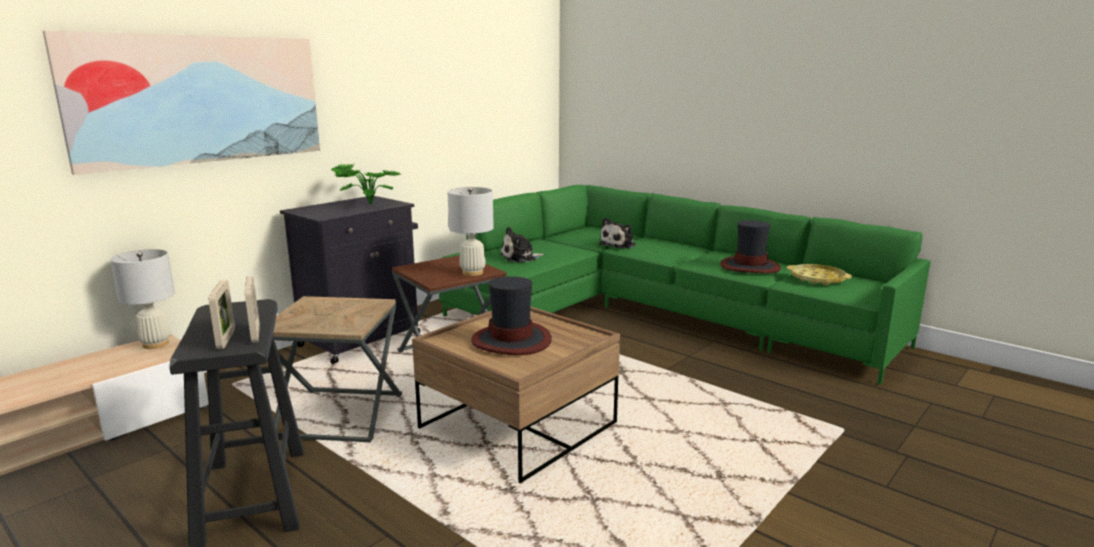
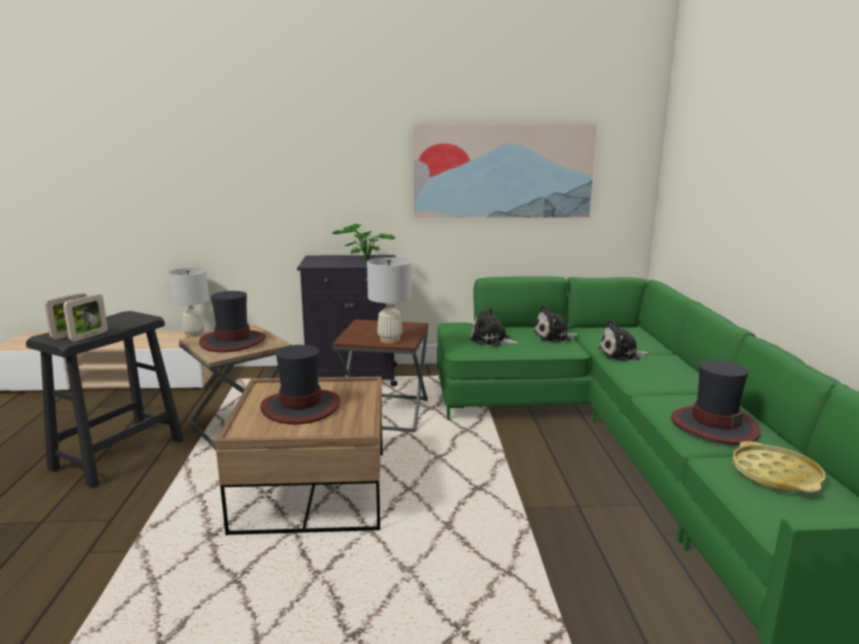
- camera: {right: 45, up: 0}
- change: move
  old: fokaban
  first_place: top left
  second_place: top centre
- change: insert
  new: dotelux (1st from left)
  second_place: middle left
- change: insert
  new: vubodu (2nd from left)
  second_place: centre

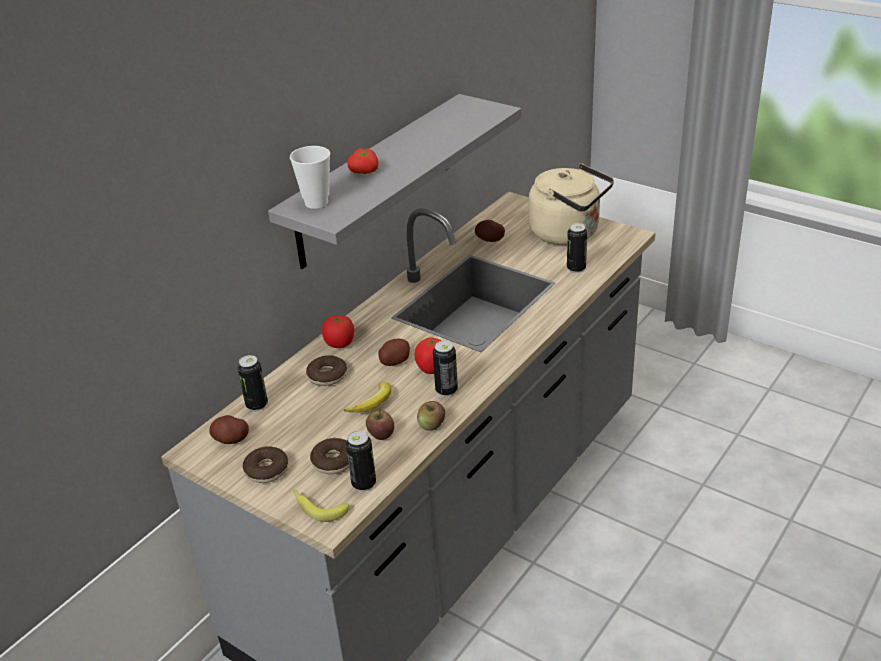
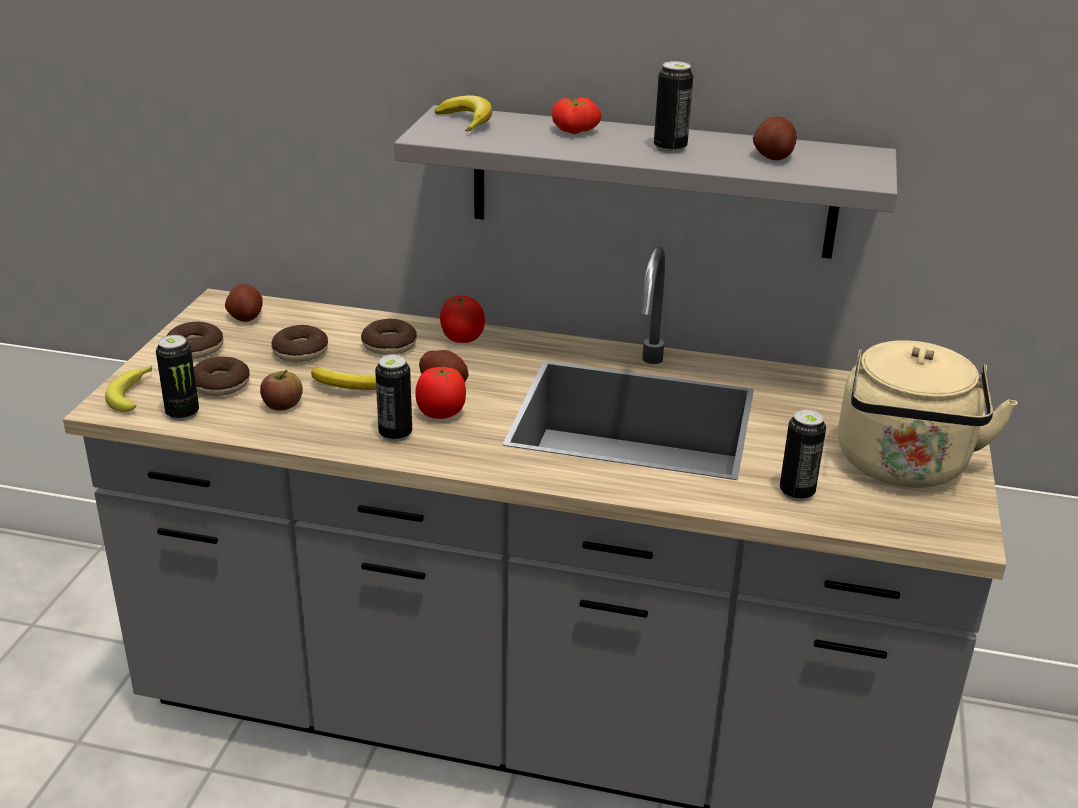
- camera: {right: 65, up: -5}
- change: replace
  old: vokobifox
  new: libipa (3rd from left)
  first_place: top centre
  second_place: top centre
- change: move
  old: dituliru (3rd from left)
  first_place: centre
  second_place: top right
- change: move
  old: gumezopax (1st from left in the first image)
  new: gumezopax (3rd from left)
  first_place: middle left
  second_place: top centre
- change: delete
  old: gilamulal (2nd from left)
  first_place: centre
- change: insert
  new: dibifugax (3rd from left)
  second_place: middle left

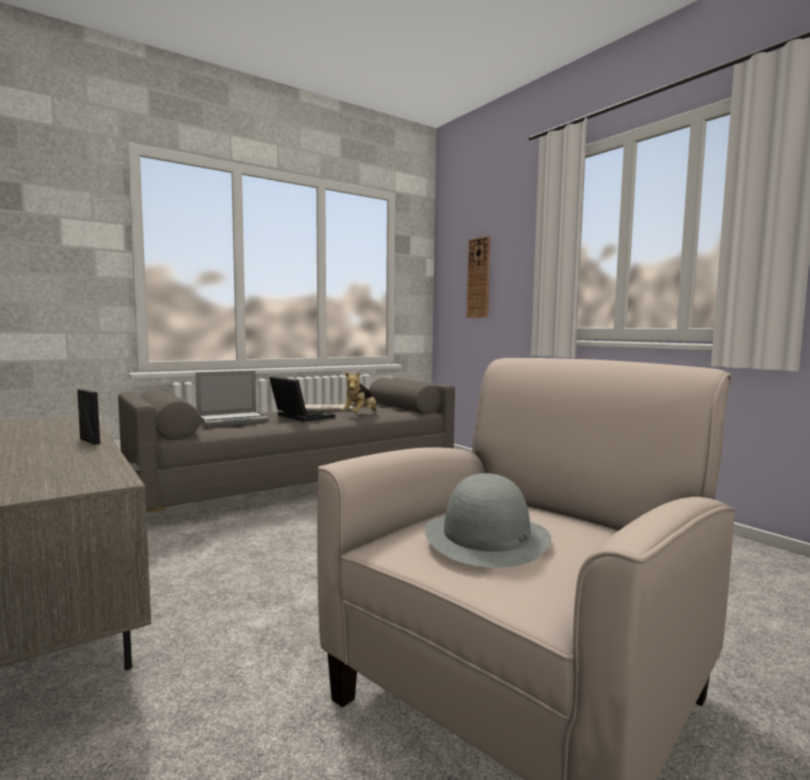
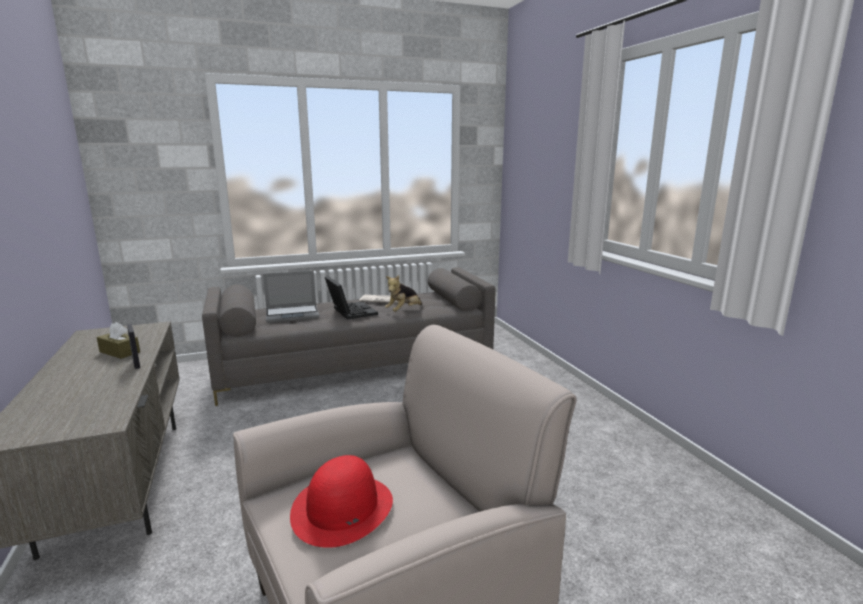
- camera: {right: 15, up: 10}
- change: delete
  old: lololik
  first_place: centre
- change: recolor
  old: grey dotelux
  new: red dotelux
  first_place: bottom centre
  second_place: bottom centre
- change: insert
  new: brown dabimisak
  second_place: middle left

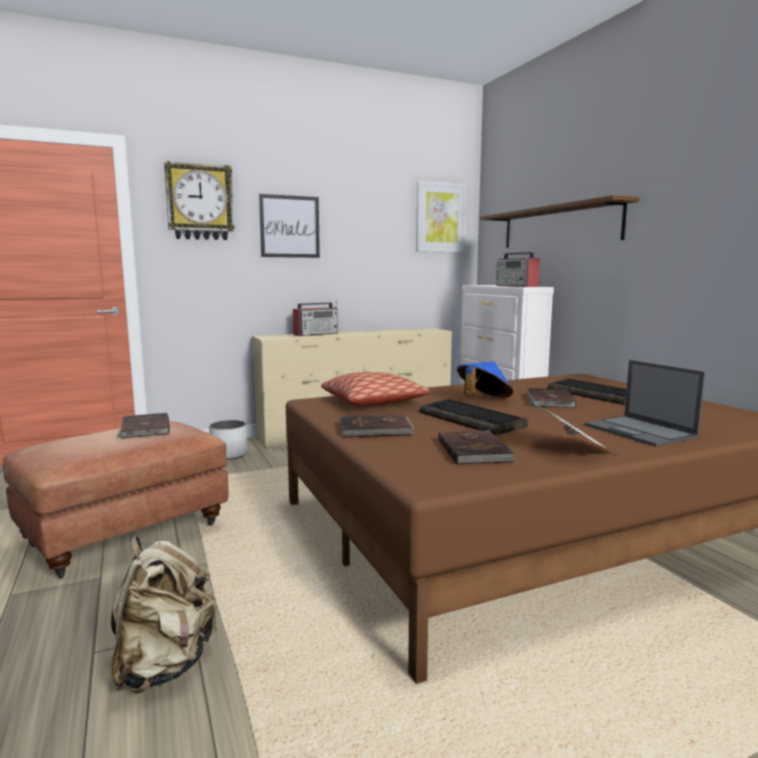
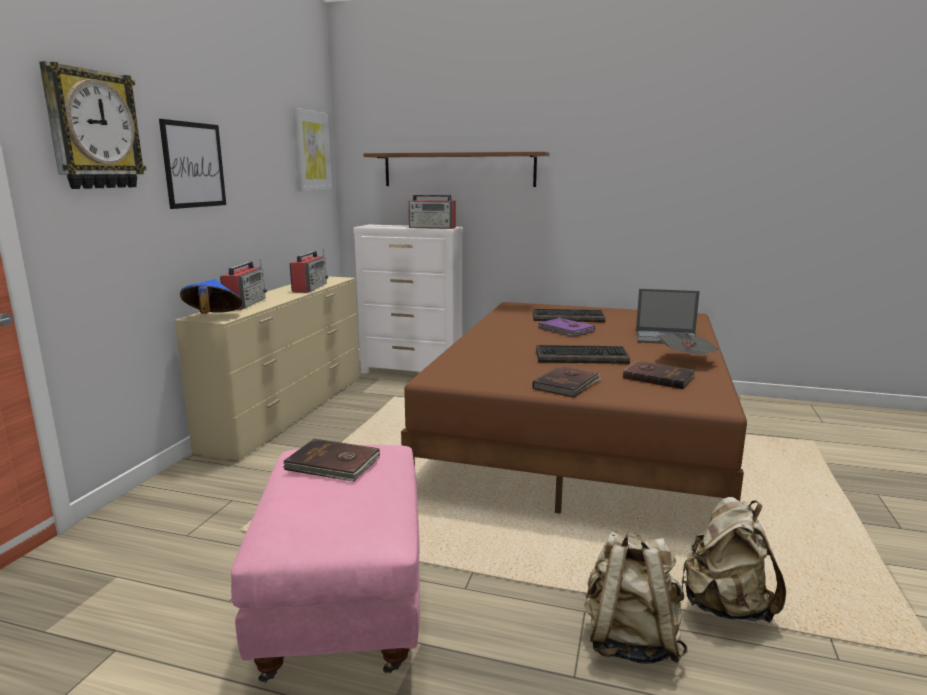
- camera: {right: -50, up: 5}
- change: move
  old: blue dotelux
  first_place: centre
  second_place: middle left
- change: delete
  old: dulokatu
  first_place: centre
- change: recolor
  old: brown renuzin (4th from left)
  new: purple renuzin
  first_place: middle right
  second_place: centre
- change: delete
  old: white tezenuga
  first_place: middle left
- change: recolor
  old: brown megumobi
  new: pink megumobi
  first_place: middle left
  second_place: bottom centre
- change: insert
  new: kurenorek (2nd from left)
  second_place: centre
- change: insert
  new: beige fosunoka (2nd from left)
  second_place: bottom right

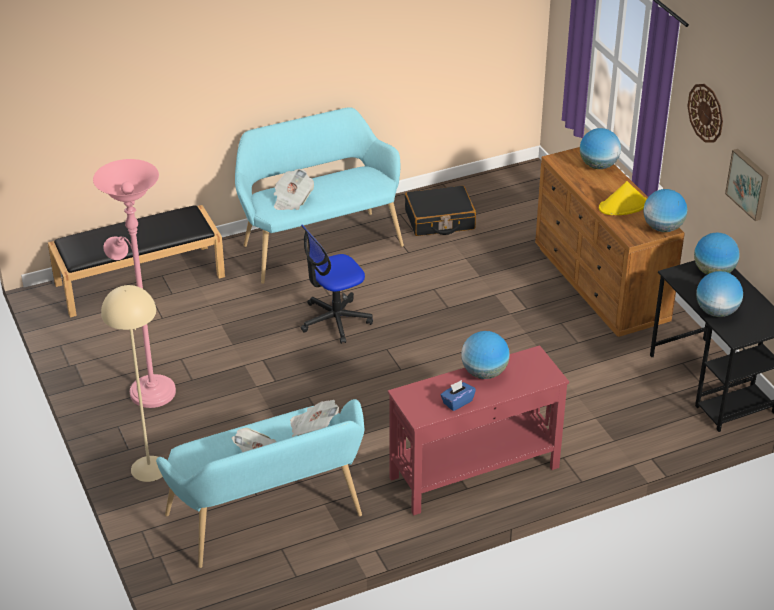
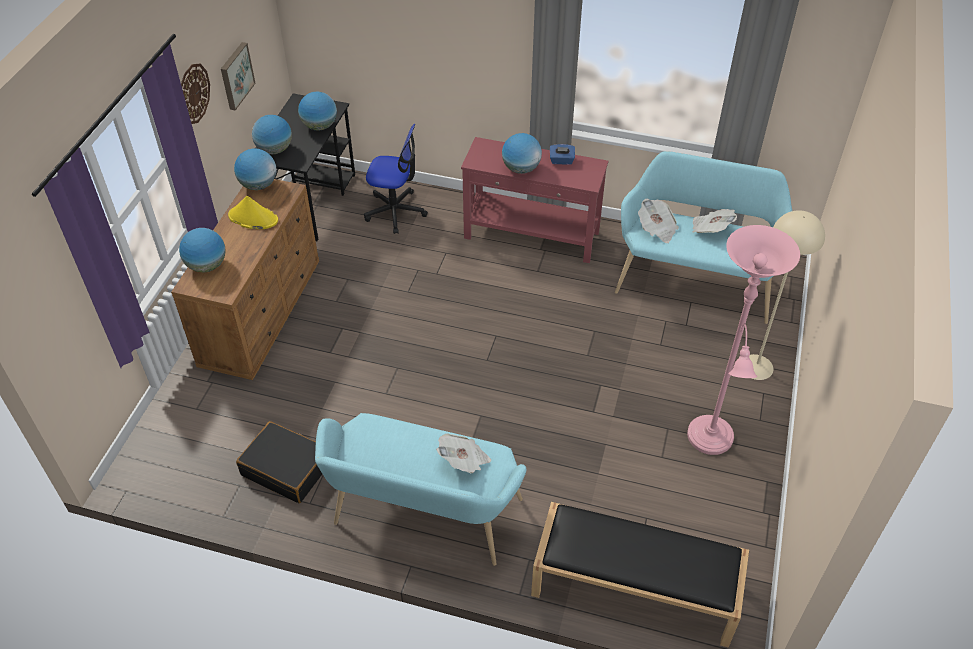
- camera: {right: -140, up: 10}
- change: move
  old: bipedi
  first_place: centre
  second_place: top centre

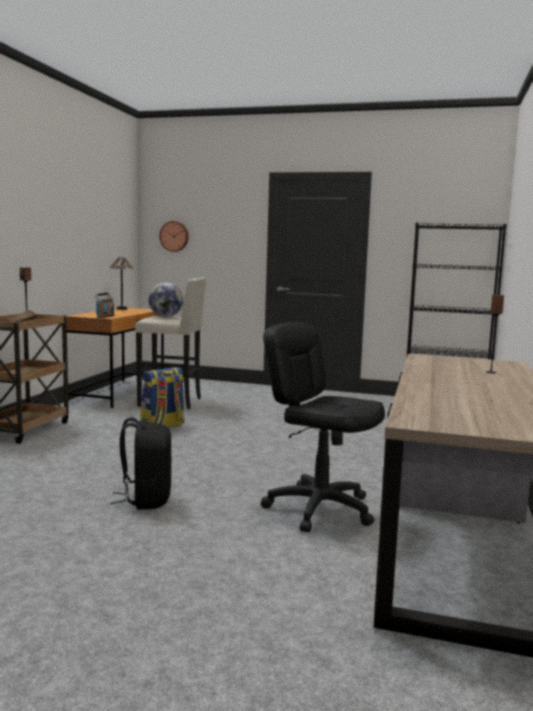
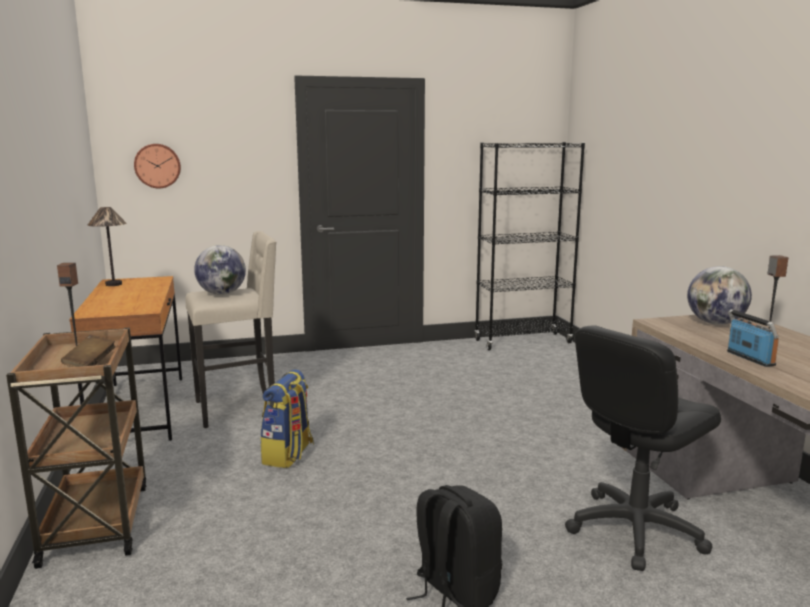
- camera: {right: -30, up: 5}
- change: move
  old: kurenorek
  first_place: middle left
  second_place: middle right
- change: rotate
  old: black bipedi
  first_place: centre
  second_place: bottom right
  degrees: -45
- change: insert
  new: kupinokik (2nd from left)
  second_place: middle right

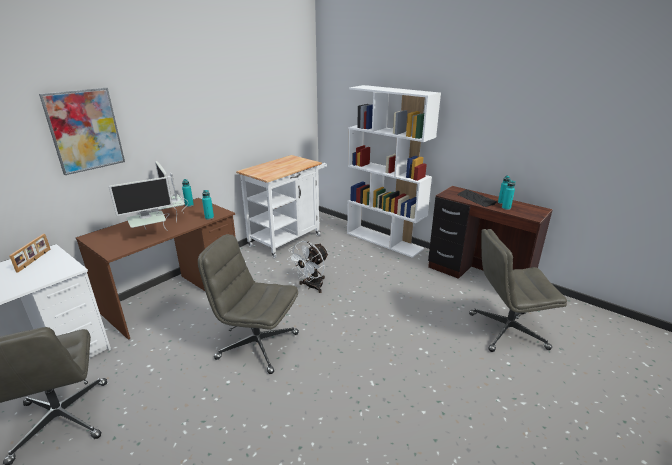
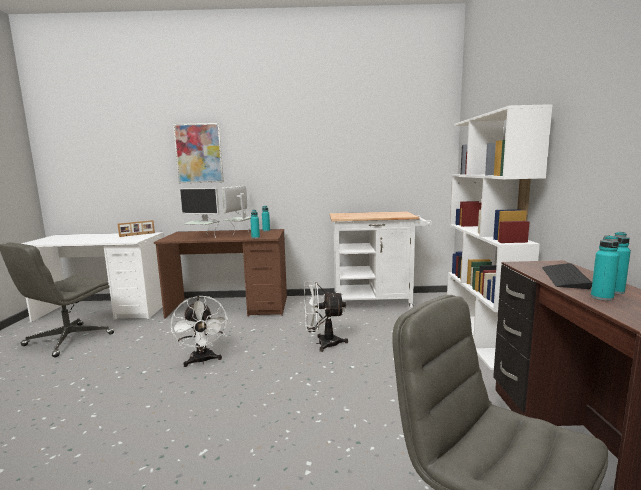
- camera: {right: 50, up: -15}
- change: replace
  old: grey bipedi (2nd from left)
  new: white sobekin (1st from left)
  first_place: centre
  second_place: bottom left

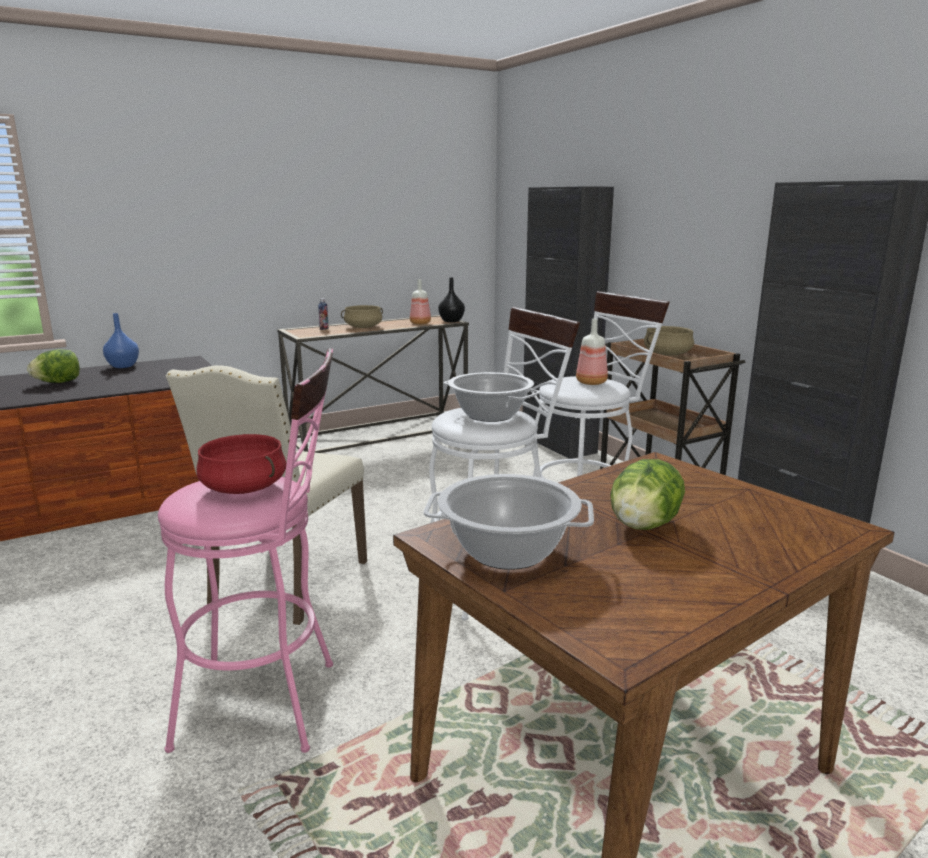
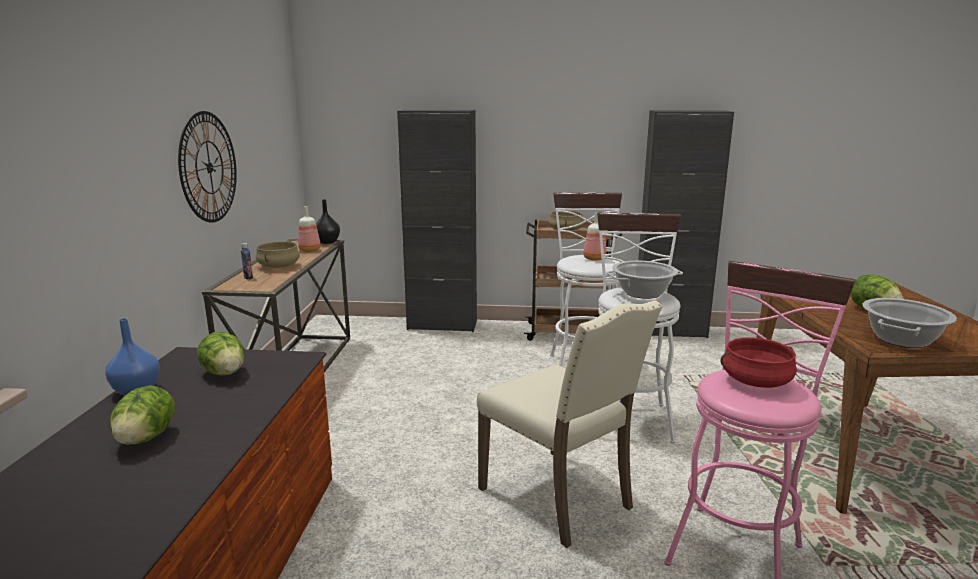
- camera: {right: -55, up: 0}
- change: insert
  new: lololik
  second_place: top left
- change: insert
  new: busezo (2nd from left)
  second_place: middle left

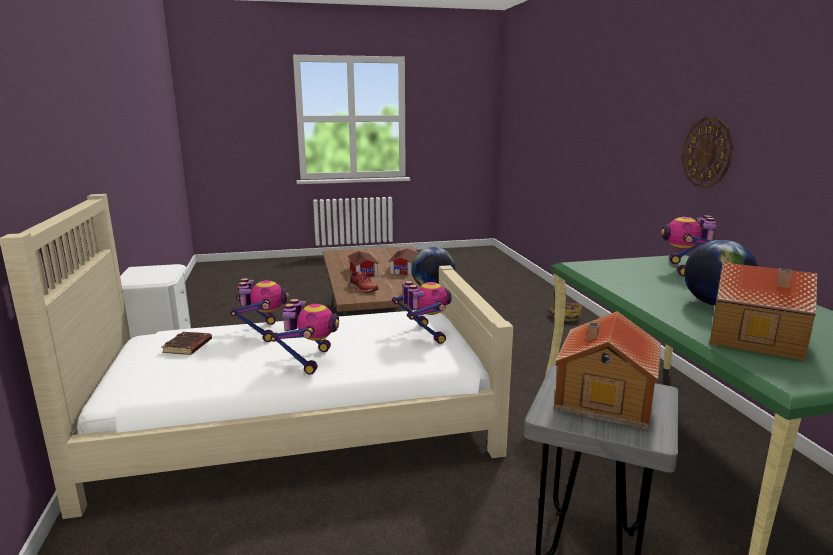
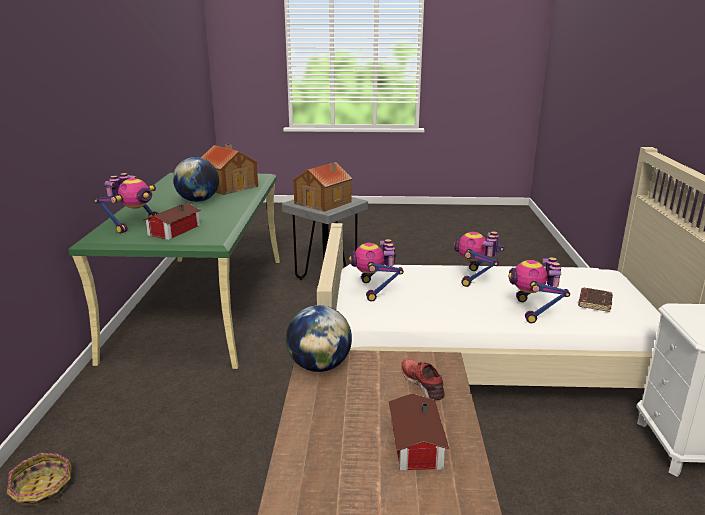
- camera: {right: -165, up: 5}
- change: delete
  old: lololik
  first_place: top right
- change: move
  old: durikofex (2nd from left in the first image)
  new: durikofex (1st from left)
  first_place: centre
  second_place: middle left

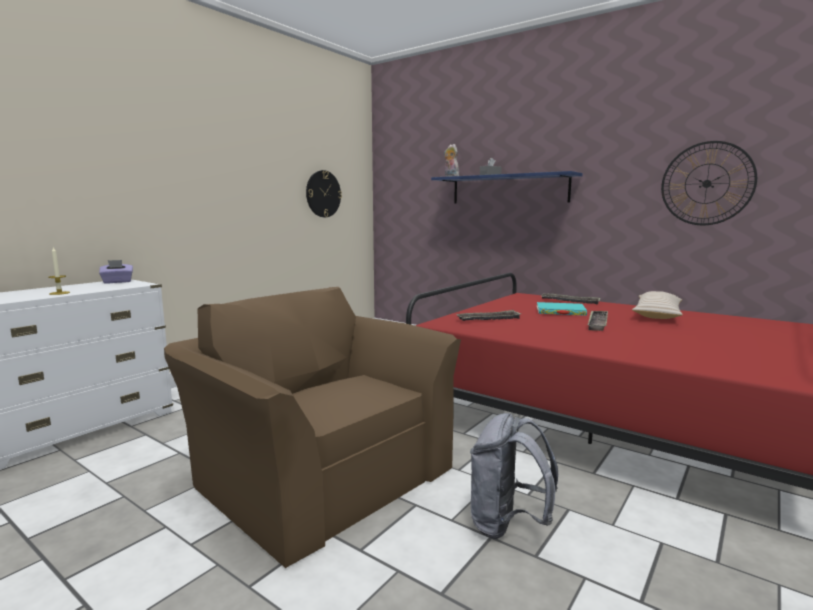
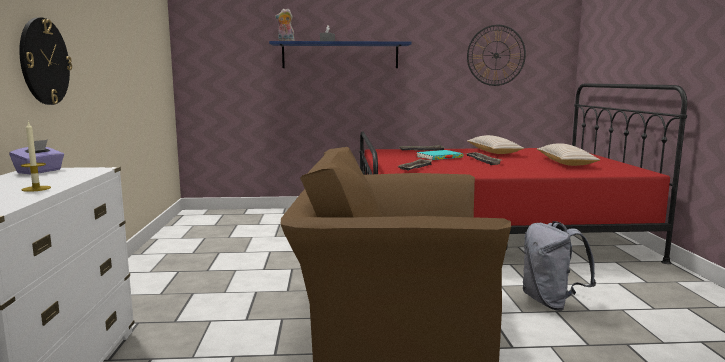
- camera: {right: -40, up: 0}
- change: move
  old: lololik (1st from left)
  first_place: top centre
  second_place: top left
- change: insert
  new: beige dulokatu (2nd from left)
  second_place: middle right

